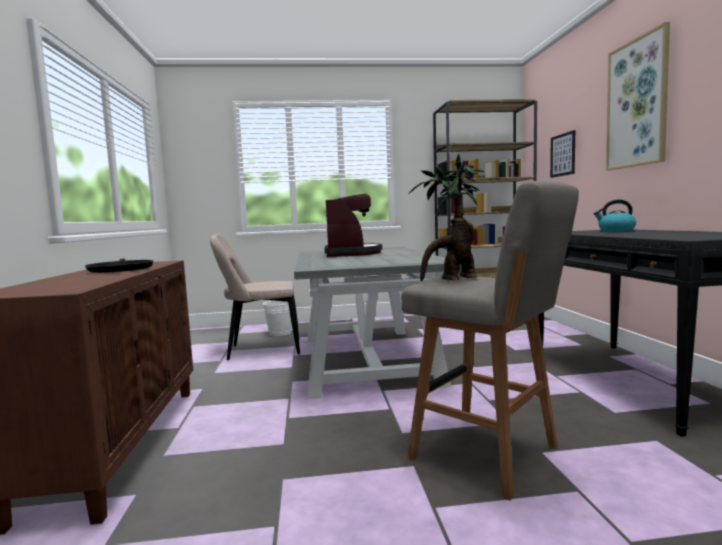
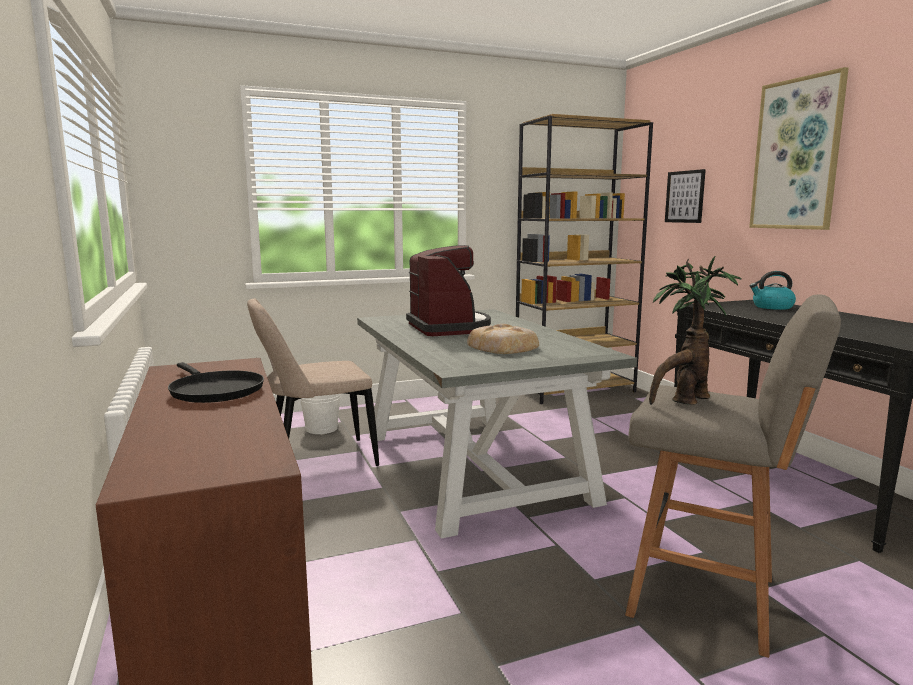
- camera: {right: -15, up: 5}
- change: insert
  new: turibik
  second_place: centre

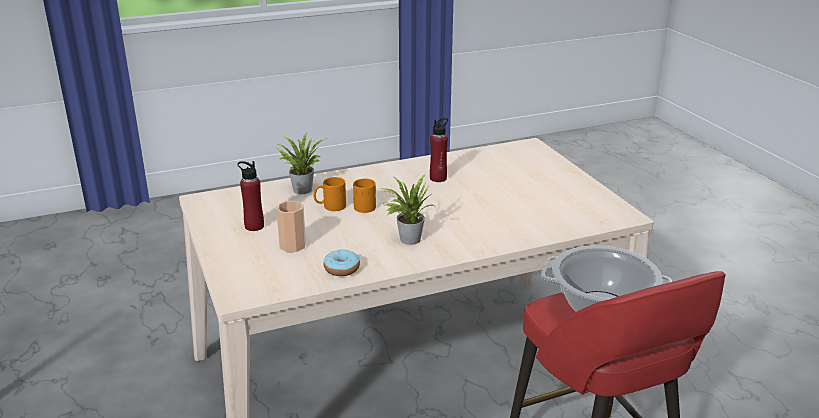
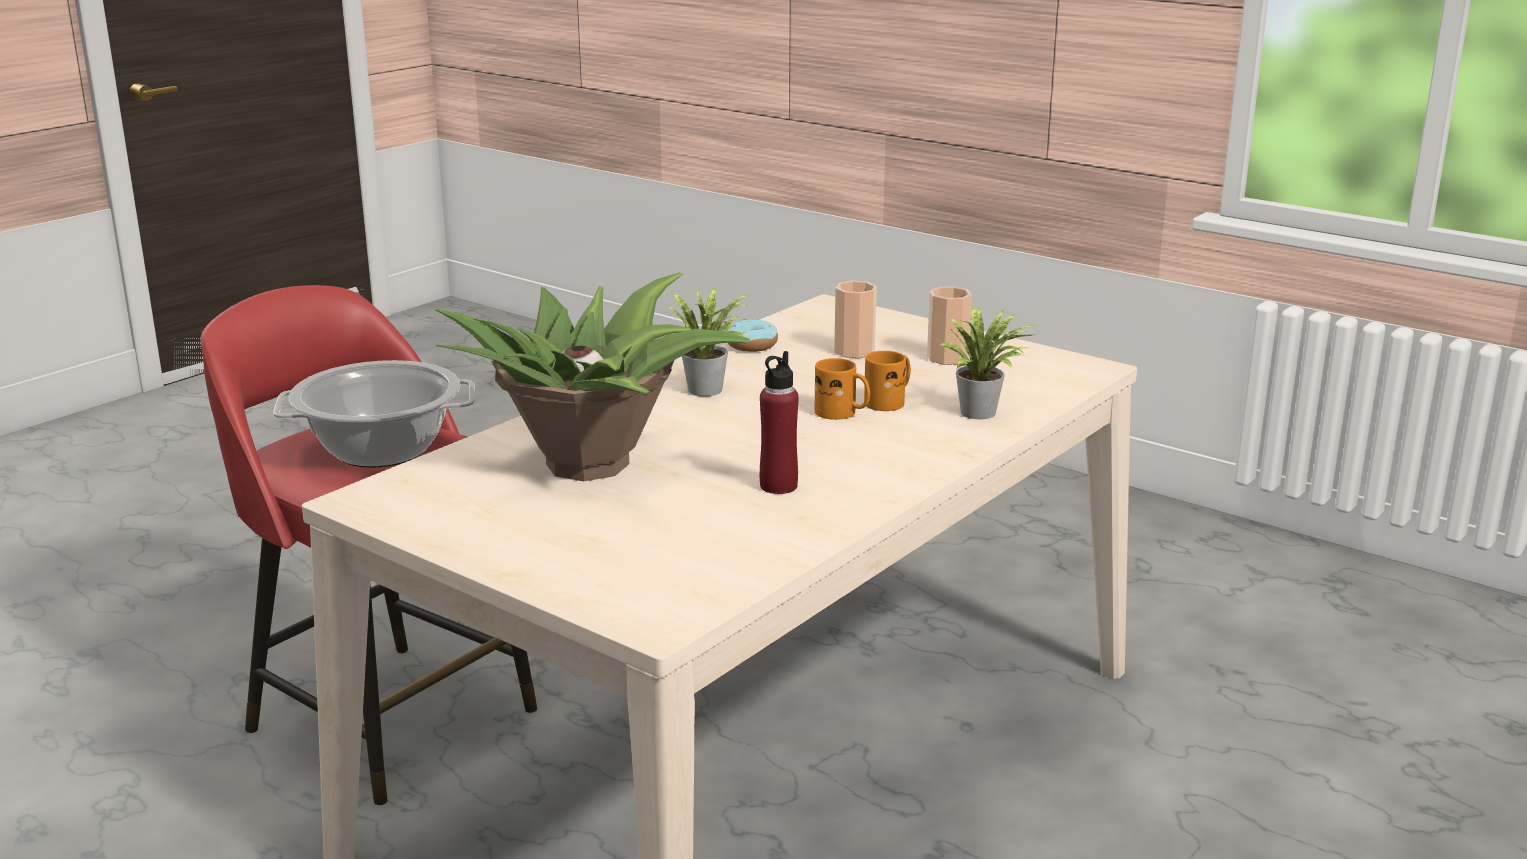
- camera: {right: 150, up: -5}
- change: replace
  old: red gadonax (1st from left)
  new: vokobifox (2nd from left)
  first_place: middle left
  second_place: centre
- change: insert
  new: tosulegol (1st from left)
  second_place: centre

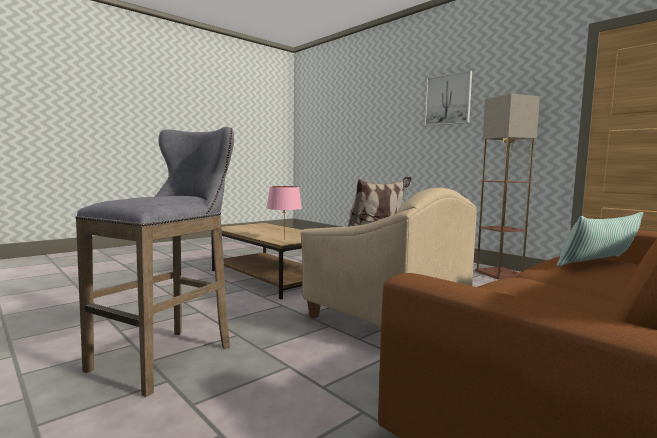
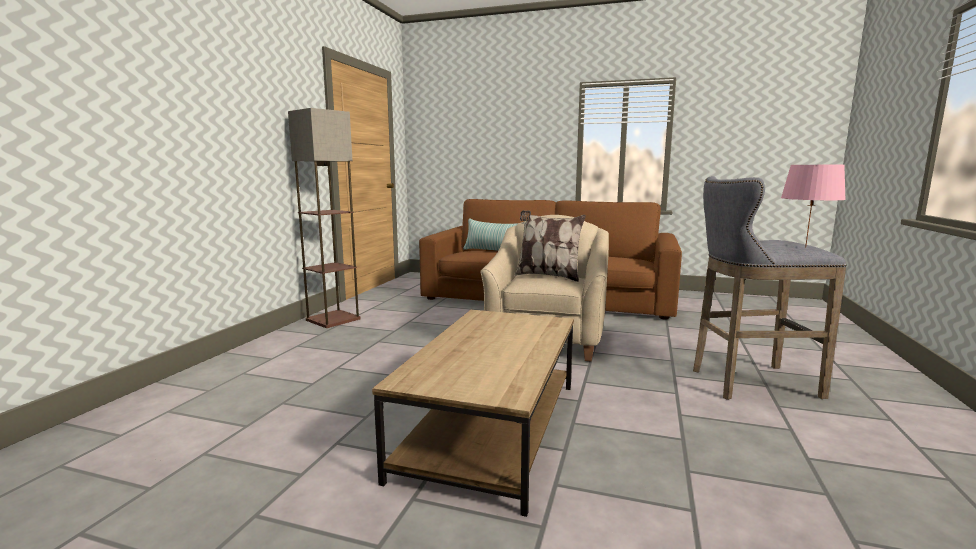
- camera: {right: -120, up: 5}
- change: delete
  old: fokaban
  first_place: top right
- change: move
  old: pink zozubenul
  first_place: centre
  second_place: middle right

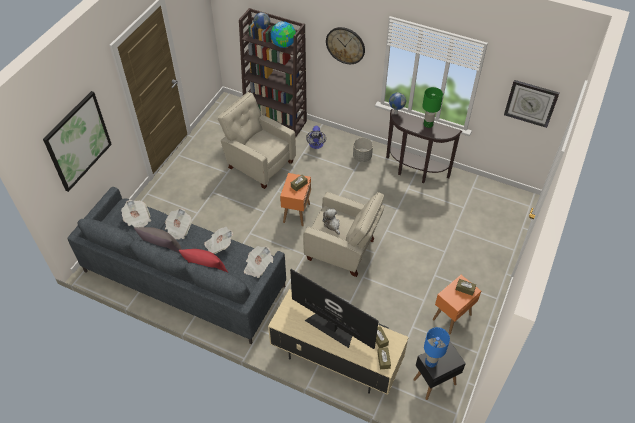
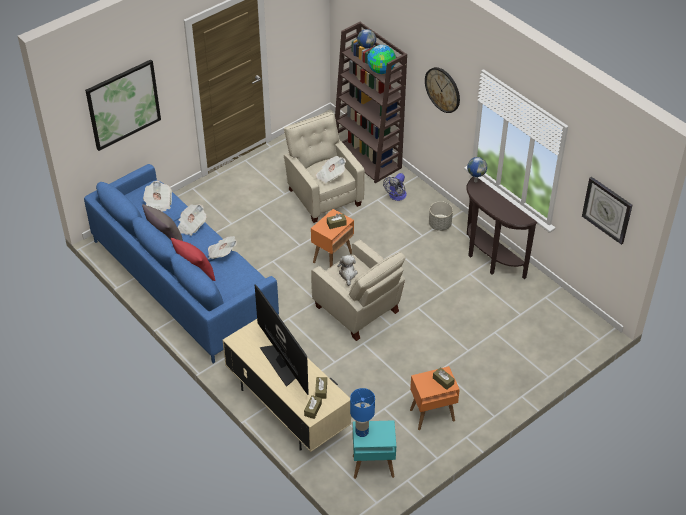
- camera: {right: 25, up: -5}
- change: delete
  old: green zozubenul
  first_place: top right
- change: recolor
  old: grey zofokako
  new: blue zofokako
  first_place: middle left
  second_place: middle left
- change: move
  old: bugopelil (4th from left)
  first_place: centre
  second_place: top centre
- change: recolor
  old: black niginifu
  new: turquoise niginifu
  first_place: bottom right
  second_place: bottom centre

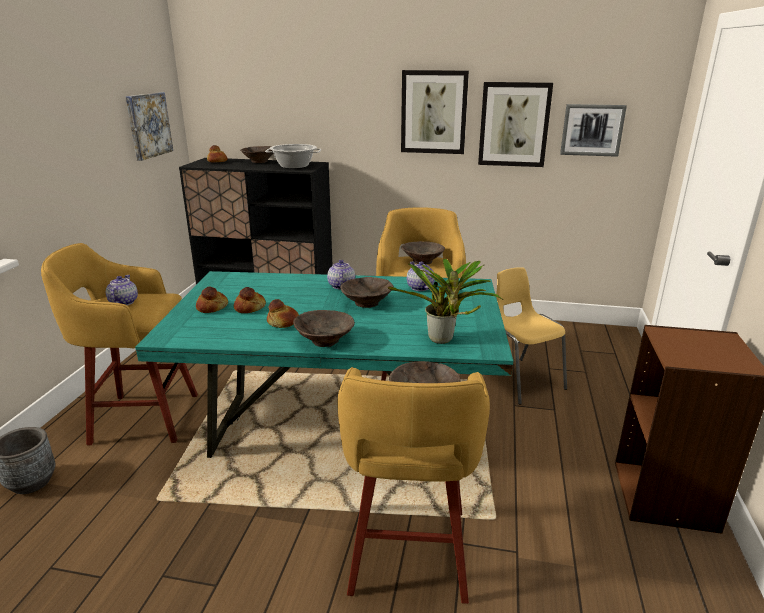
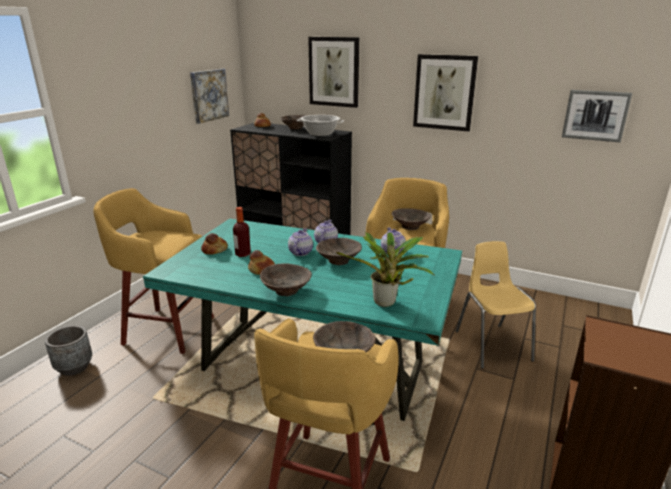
- camera: {right: 15, up: 0}
- change: move
  old: fokaban (3rd from left in the first image)
  new: fokaban (2nd from left)
  first_place: top right
  second_place: top centre
- change: move
  old: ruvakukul (1st from left)
  first_place: middle left
  second_place: centre
- change: replace
  old: turibik (3rd from left)
  new: gadonax
  first_place: middle left
  second_place: centre

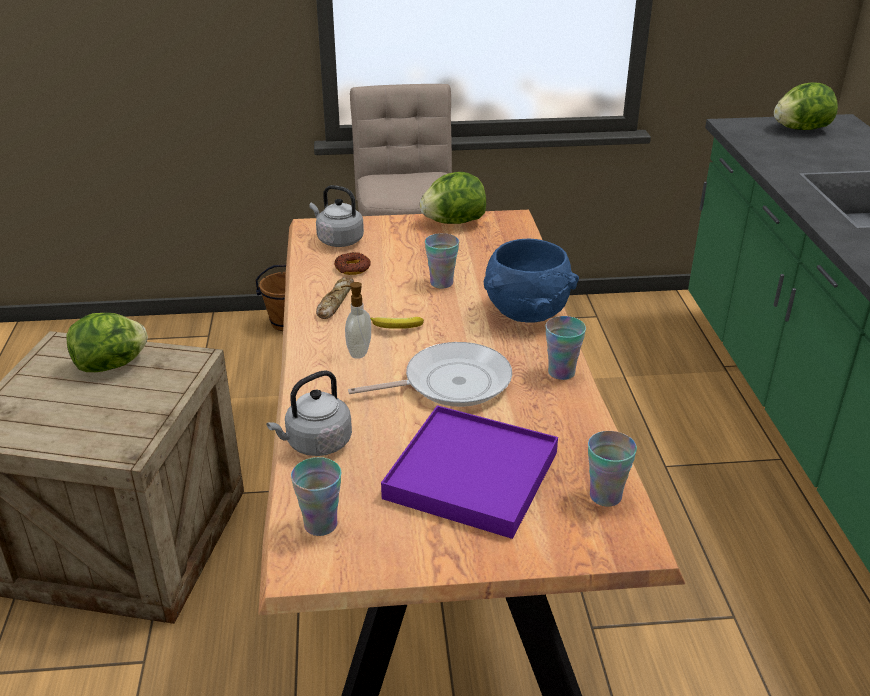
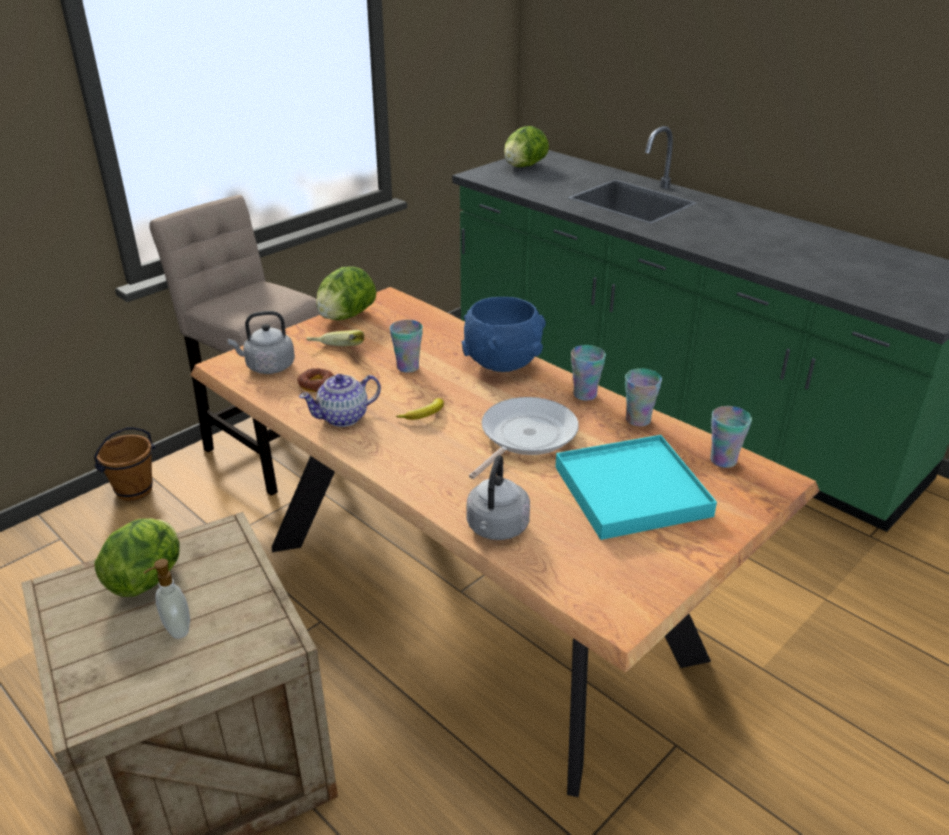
- camera: {right: -40, up: 0}
- change: replace
  old: turibik
  new: ruvakukul
  first_place: centre
  second_place: centre
- change: move
  old: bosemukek
  first_place: centre
  second_place: bottom left
- change: recolor
  old: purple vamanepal
  new: turquoise vamanepal
  first_place: bottom centre
  second_place: middle right
- change: move
  old: vokobifox (1st from left in the first image)
  new: vokobifox (3rd from left)
  first_place: bottom centre
  second_place: middle right
- change: insert
  new: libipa (1st from left)
  second_place: centre

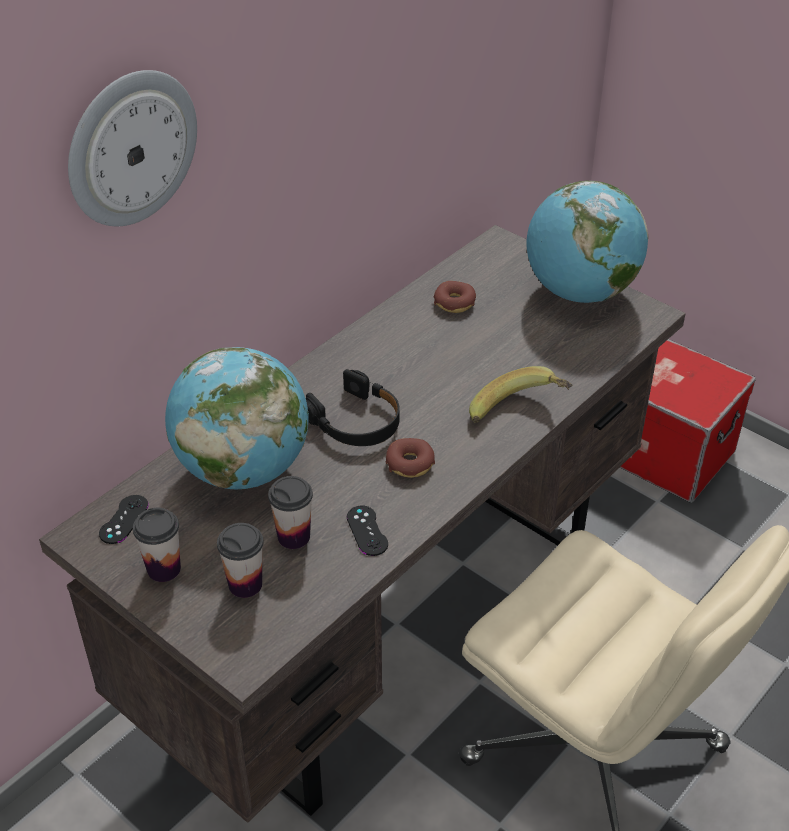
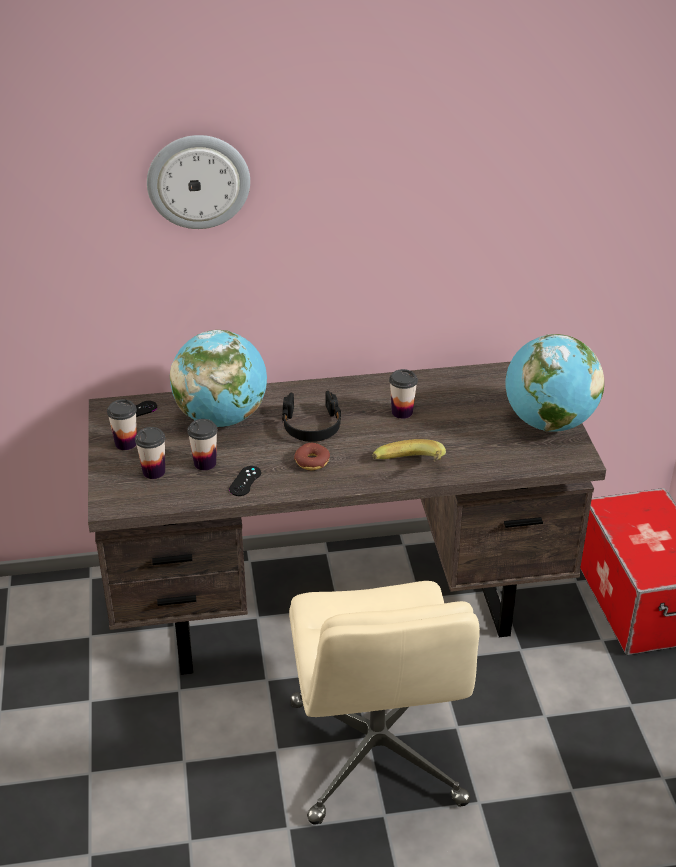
- camera: {right: 40, up: -5}
- change: delete
  old: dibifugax (2nd from left)
  first_place: centre
- change: insert
  new: vokobifox (4th from left)
  second_place: centre

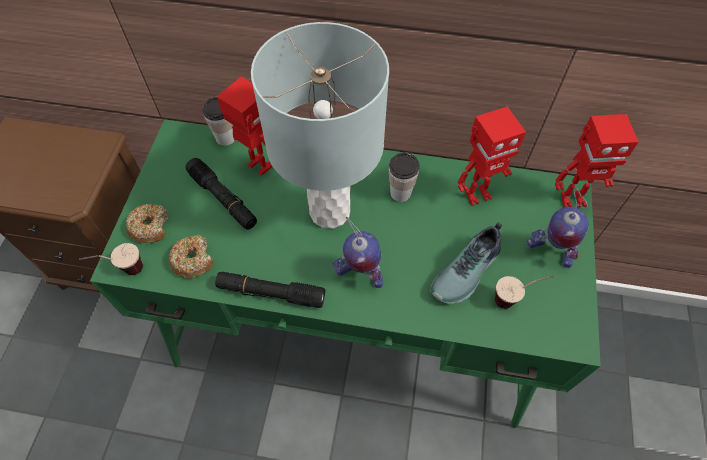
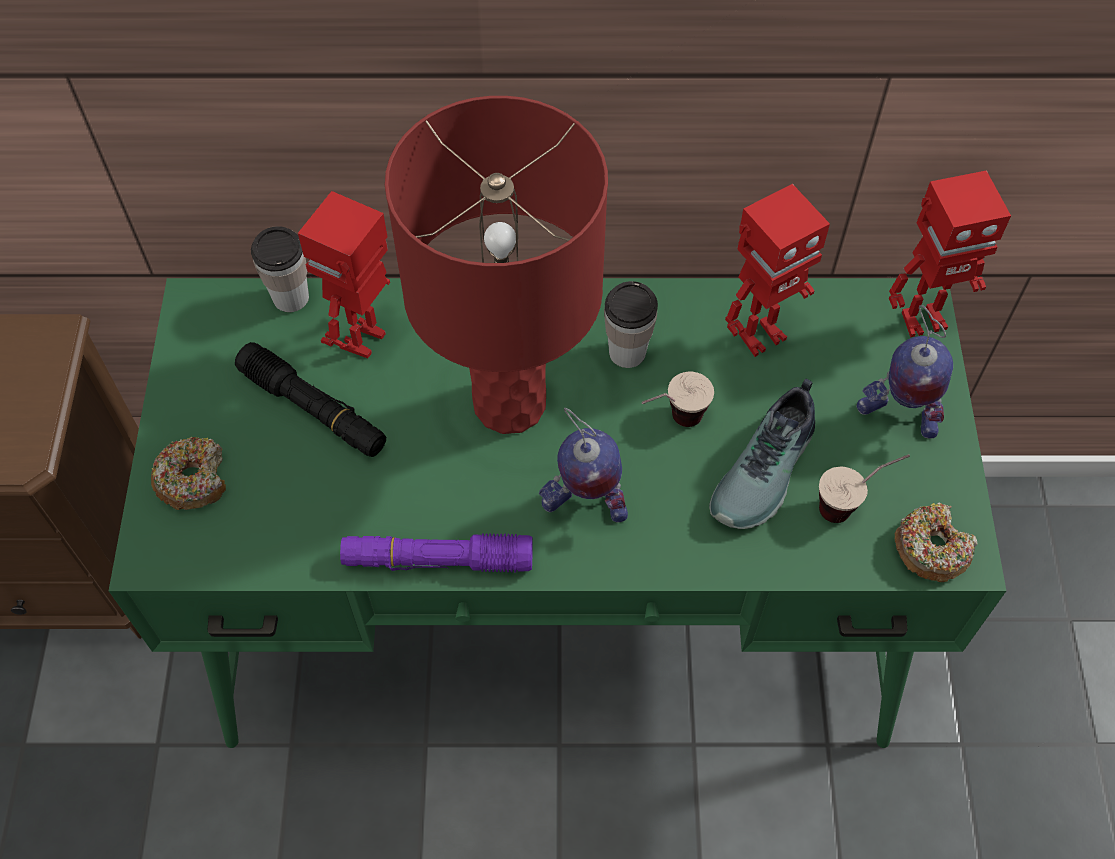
- camera: {right: -10, up: 0}
- change: recolor
  old: grey zozubenul
  new: red zozubenul
  first_place: top centre
  second_place: top centre
- change: rotate
  old: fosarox (1st from left)
  first_place: top centre
  second_place: top left
  degrees: -90
- change: move
  old: dibifugax (2nd from left)
  first_place: middle left
  second_place: middle right
- change: move
  old: vokobifox (1st from left in the first image)
  new: vokobifox (3rd from left)
  first_place: middle left
  second_place: centre
- change: recolor
  old: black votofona (2nd from left)
  new: purple votofona
  first_place: centre
  second_place: centre

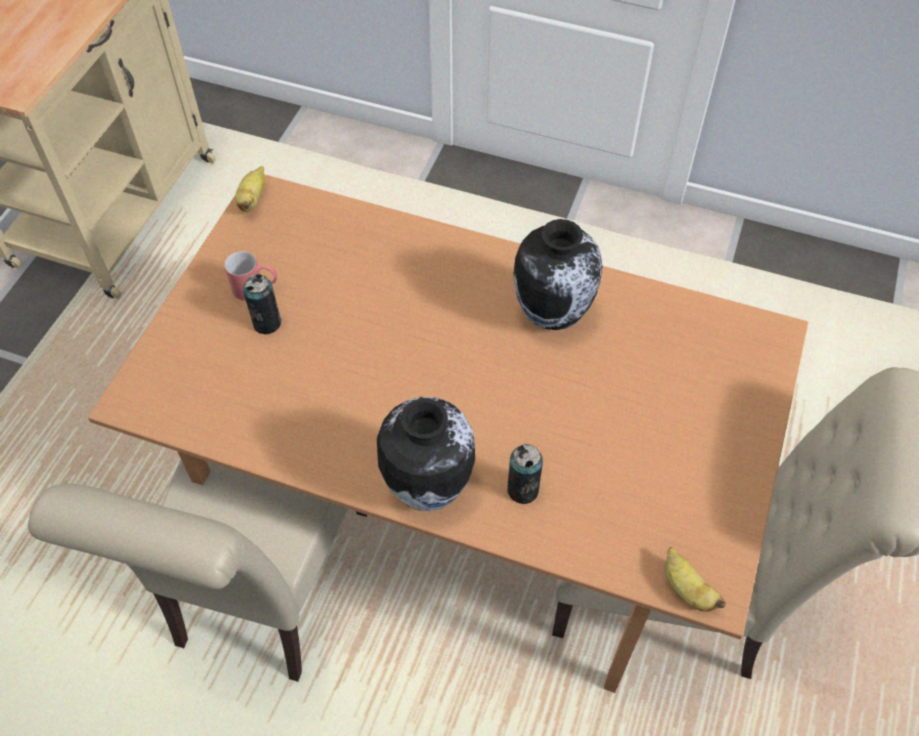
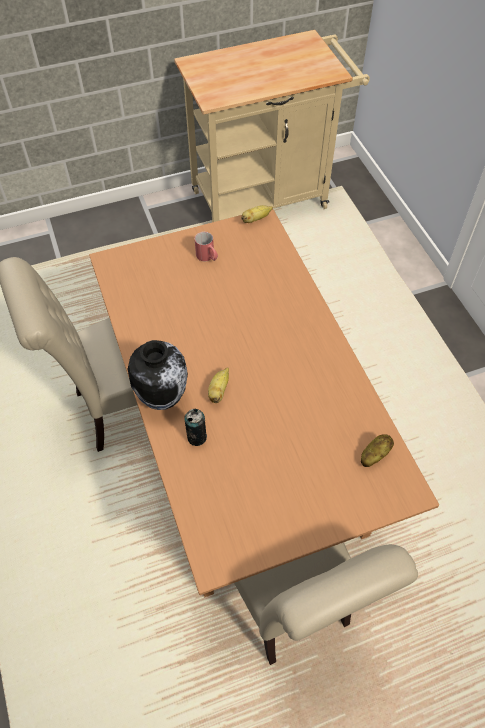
- camera: {right: 50, up: 0}
- change: delete
  old: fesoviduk (2nd from left)
  first_place: centre
- change: delete
  old: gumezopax (1st from left)
  first_place: middle left
- change: move
  old: libipa (2nd from left in the first image)
  new: libipa (1st from left)
  first_place: bottom right
  second_place: centre
- change: insert
  new: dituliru
  second_place: middle right

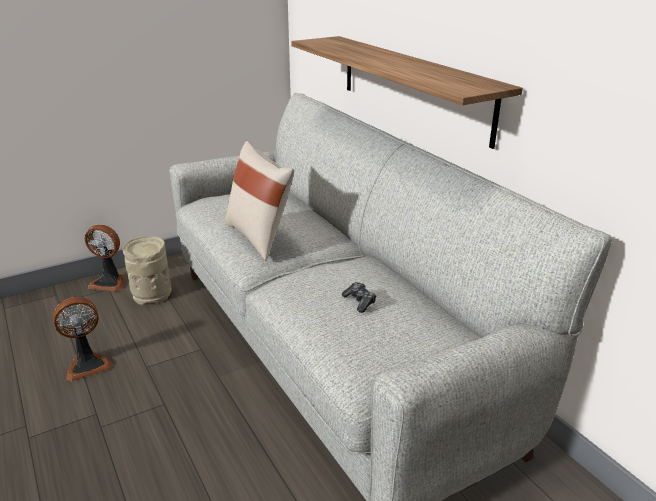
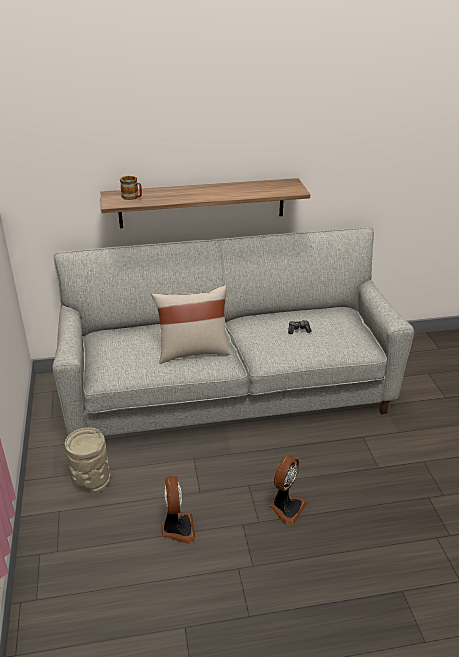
- camera: {right: -70, up: 5}
- change: move
  old: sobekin (2nd from left)
  first_place: middle left
  second_place: bottom centre
- change: insert
  new: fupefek
  second_place: top left

